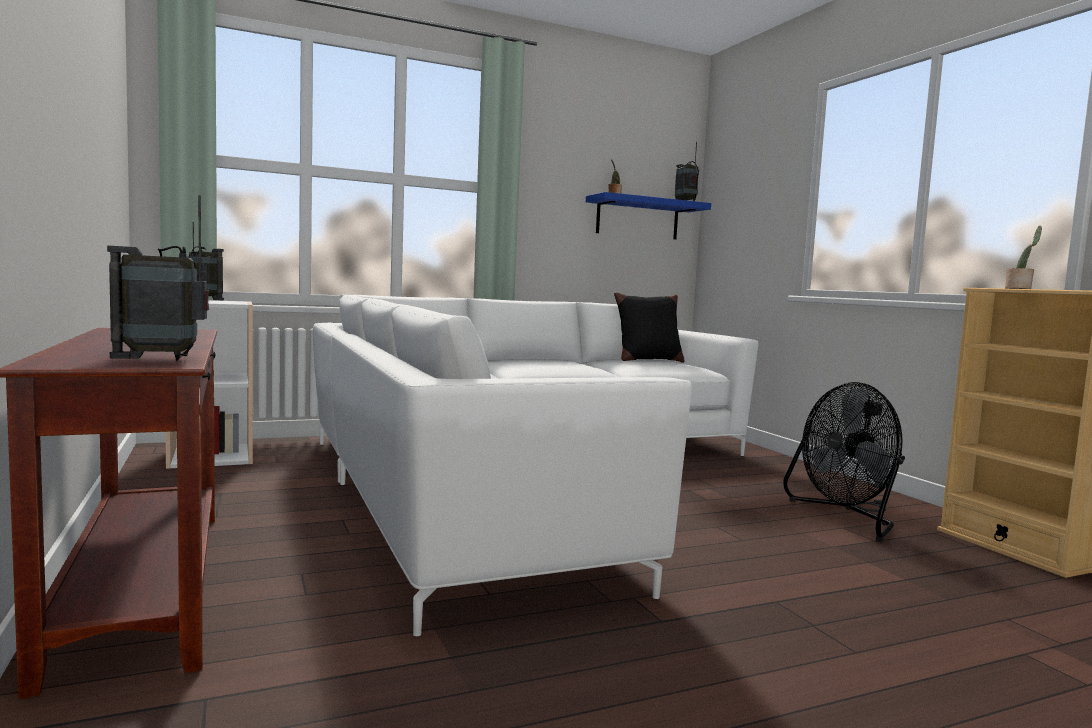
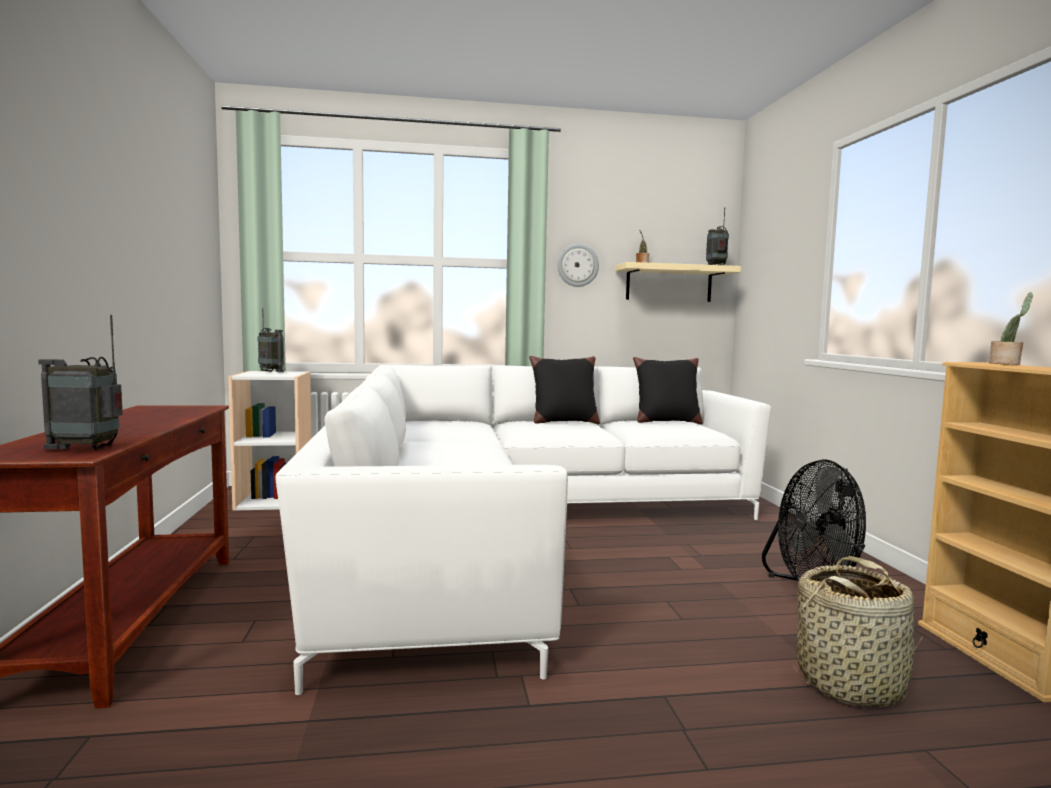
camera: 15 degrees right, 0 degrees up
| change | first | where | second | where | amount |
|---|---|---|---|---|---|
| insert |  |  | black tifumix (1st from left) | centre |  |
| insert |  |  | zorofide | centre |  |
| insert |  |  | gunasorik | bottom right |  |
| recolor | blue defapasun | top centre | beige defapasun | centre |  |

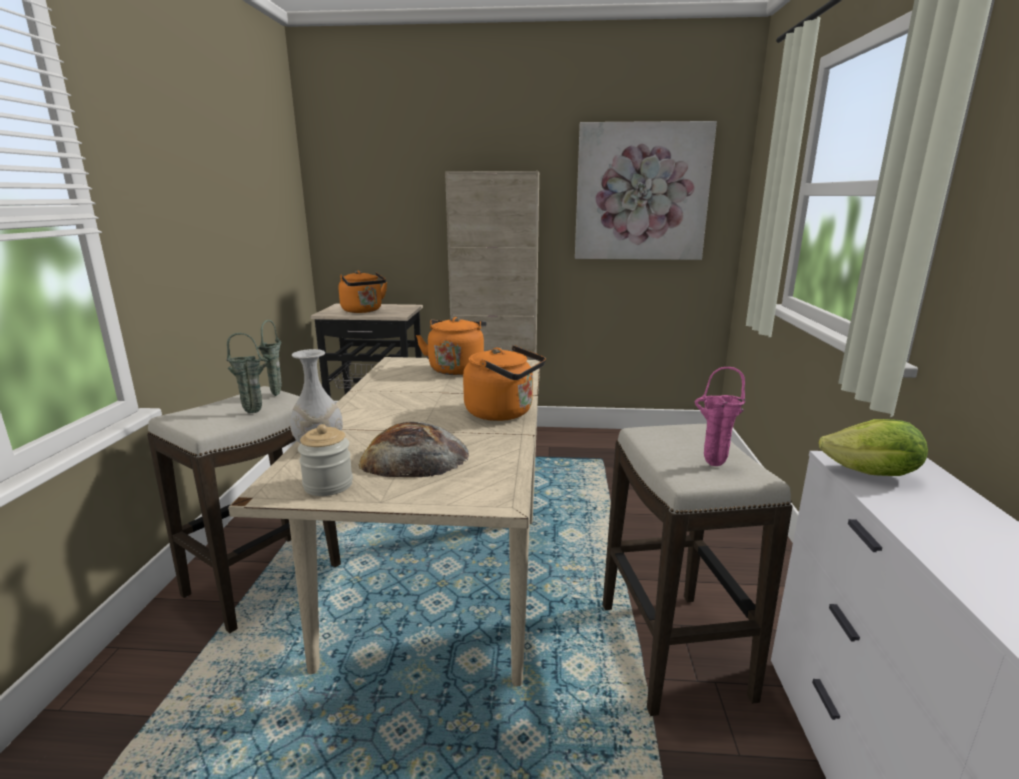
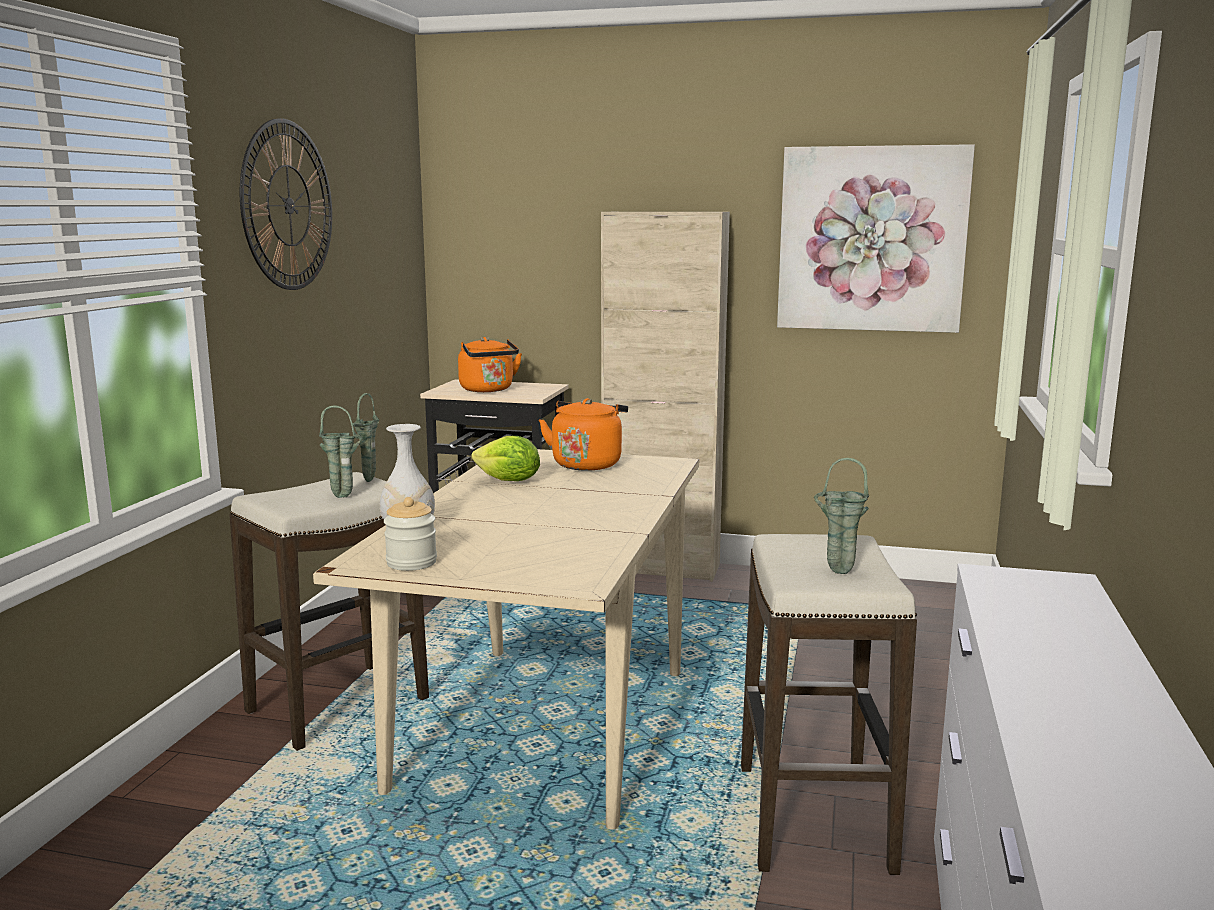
camera: 10 degrees right, 5 degrees down
| change | first | where | second | where | amount |
|---|---|---|---|---|---|
| delete | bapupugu | centre |  |  |  |
| delete | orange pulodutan (3rd from left) | centre |  |  |  |
| insert |  |  | zorofide | top left |  |
| move | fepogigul | middle right |  | centre |  |
| recolor | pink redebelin | middle right | green redebelin (3rd from left) | middle right |  |

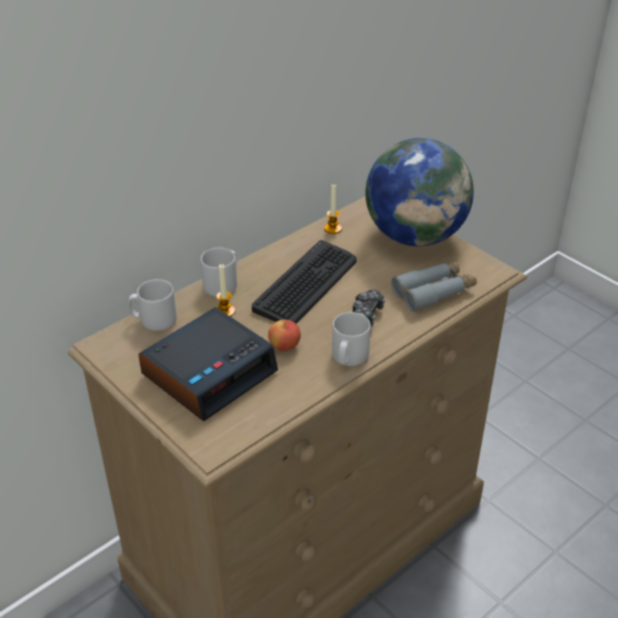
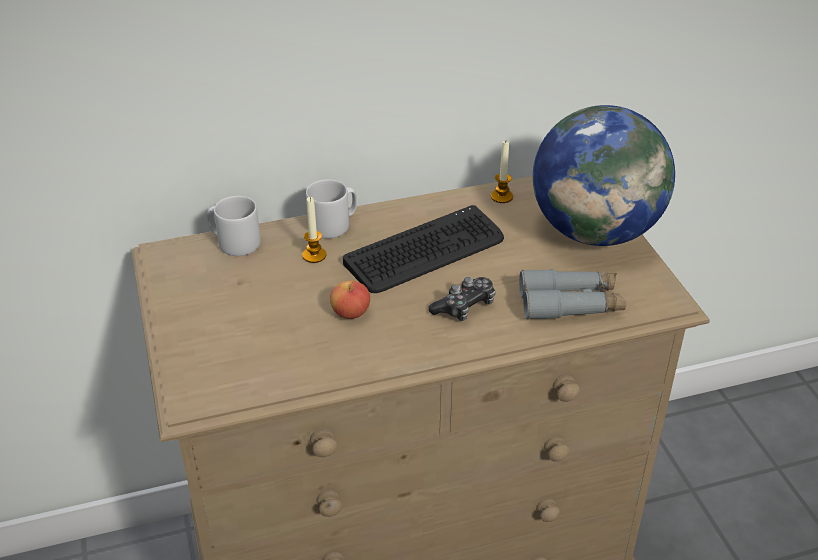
camera: 25 degrees right, 0 degrees up
| change | first | where | second | where | amount |
|---|---|---|---|---|---|
| delete | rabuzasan | centre |  |  |  |
| delete | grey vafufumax (3rd from left) | centre |  |  |  |

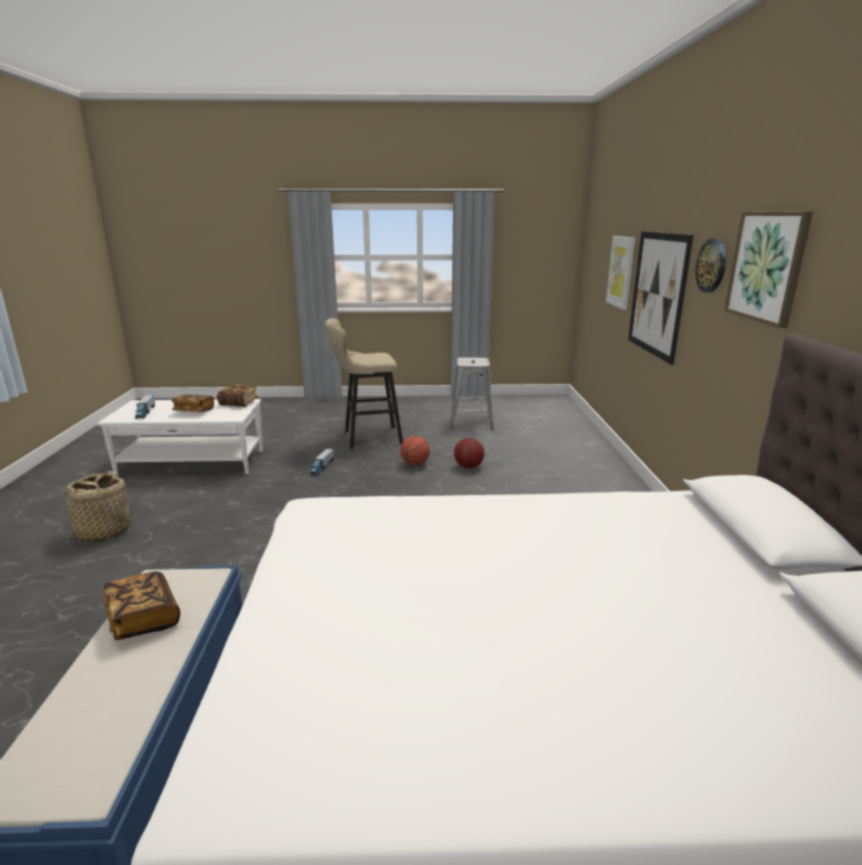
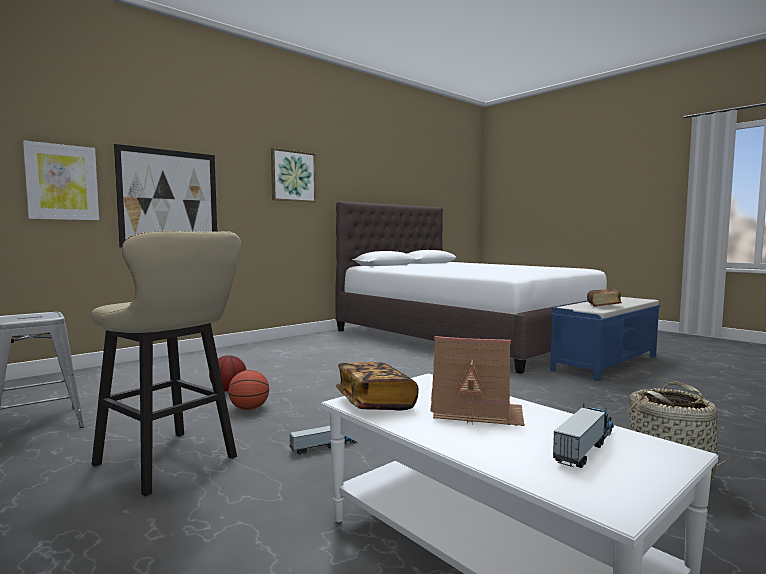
camera: 130 degrees left, 15 degrees down
| change | first | where | second | where | amount |
|---|---|---|---|---|---|
| delete | zorofide | top right |  |  |  |
| replace | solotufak (2nd from left) | middle left | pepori | centre |  |

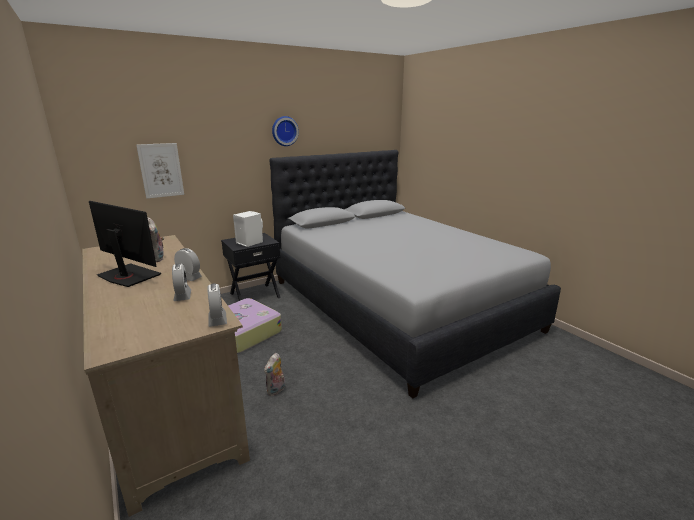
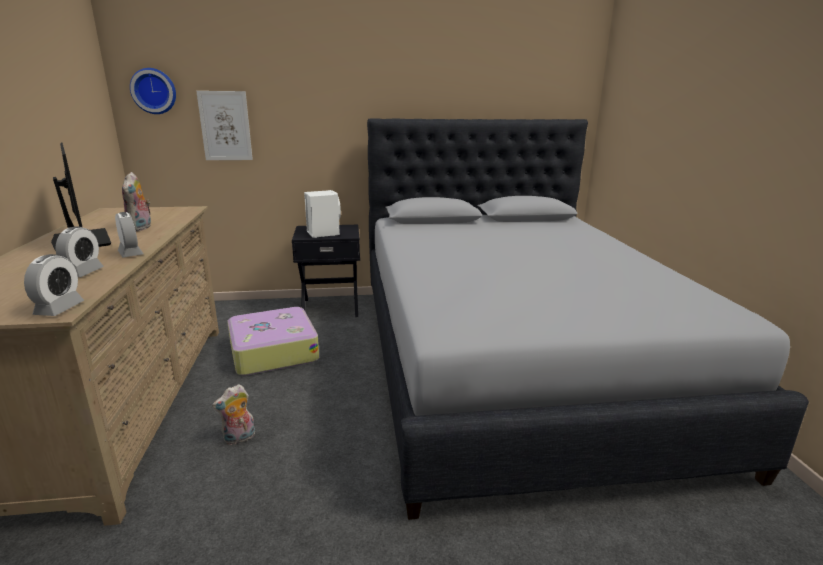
camera: 25 degrees right, 0 degrees up
| change | first | where | second | where | amount |
|---|---|---|---|---|---|
| move | zorofide | top centre |  | top left |  |

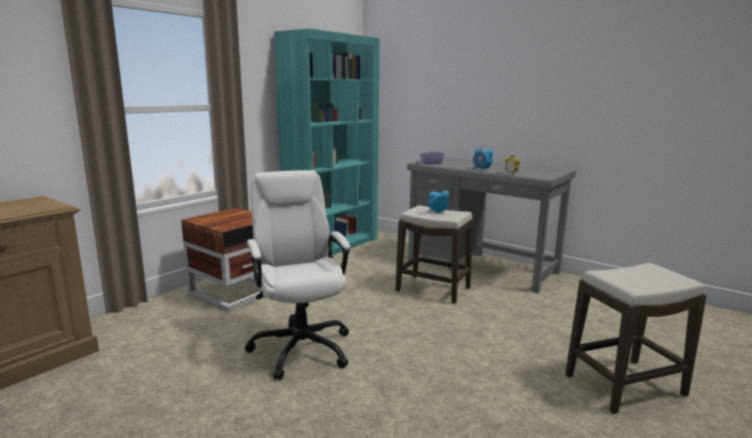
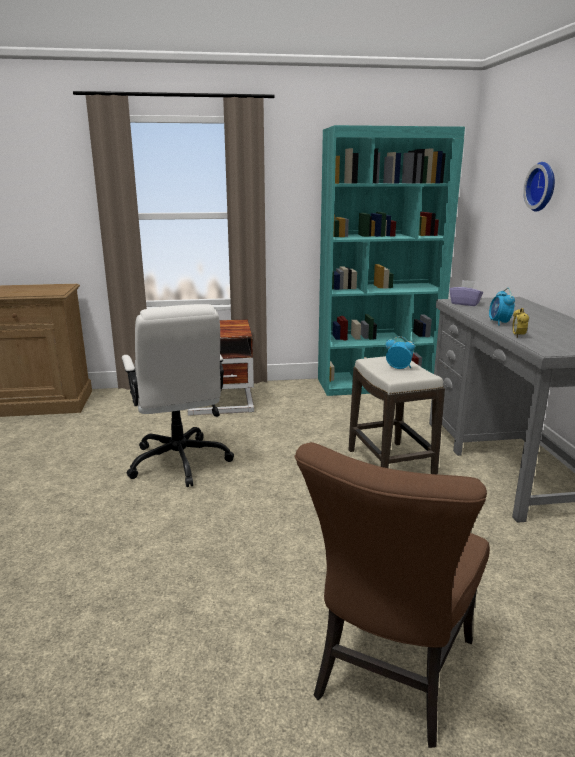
camera: 45 degrees right, 5 degrees up
| change | first | where | second | where | amount |
|---|---|---|---|---|---|
| insert |  |  | zorofide | top right |  |
| replace | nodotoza (2nd from left) | bottom right | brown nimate | bottom right |  |
| rotate | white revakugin | centre |  | middle left | 135 degrees clockwise |

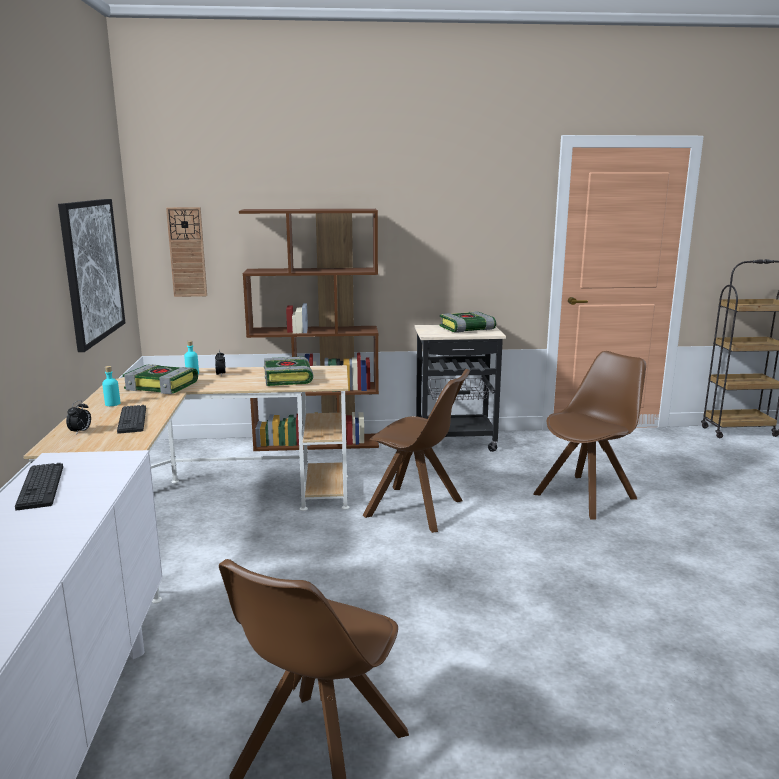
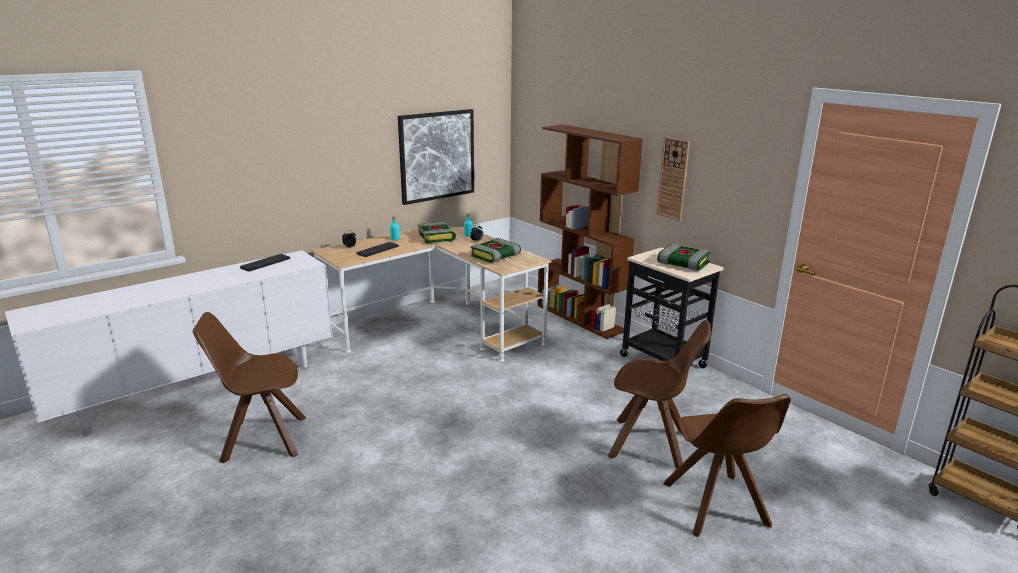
camera: 55 degrees right, 5 degrees up
| change | first | where | second | where | amount |
|---|---|---|---|---|---|
| move | zorofide | top left |  | top centre |  |
| move | brown nimate (2nd from left in the first image) | centre | brown nimate (3rd from left) | bottom right |  |

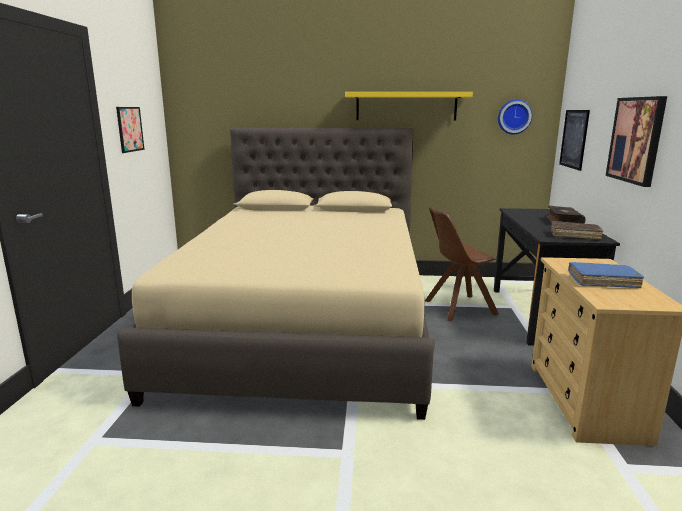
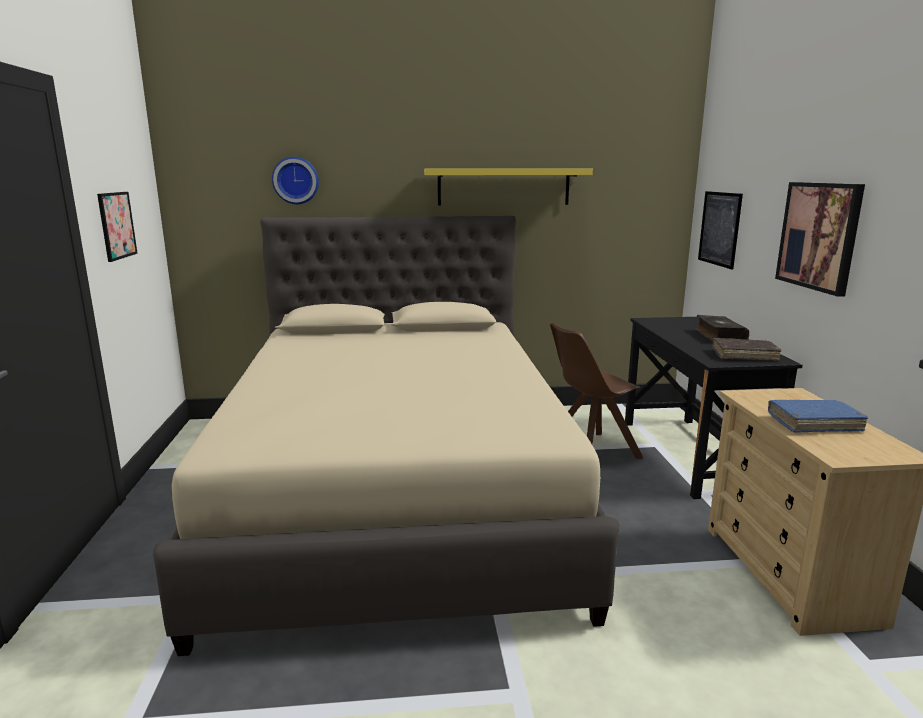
camera: 10 degrees left, 0 degrees up
| change | first | where | second | where | amount |
|---|---|---|---|---|---|
| move | zorofide | top right |  | top left |  |

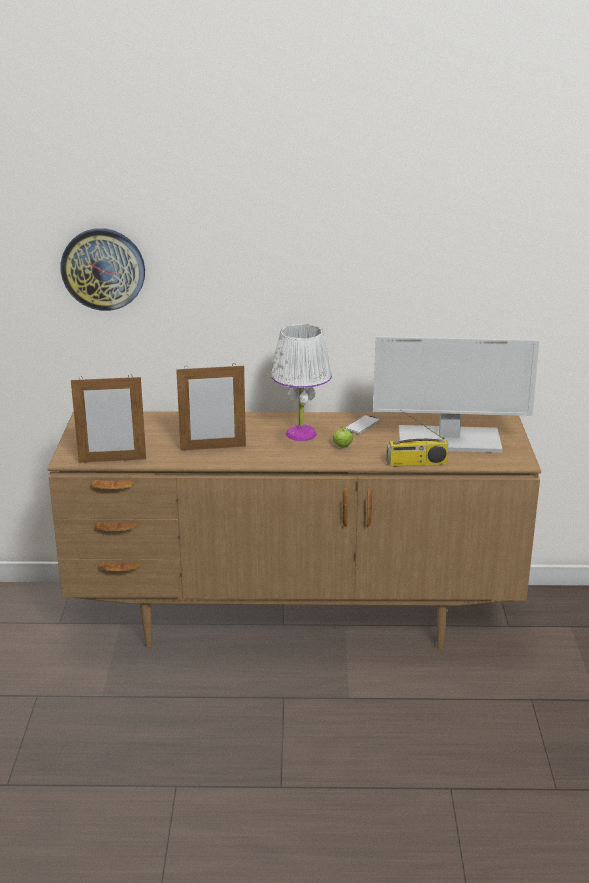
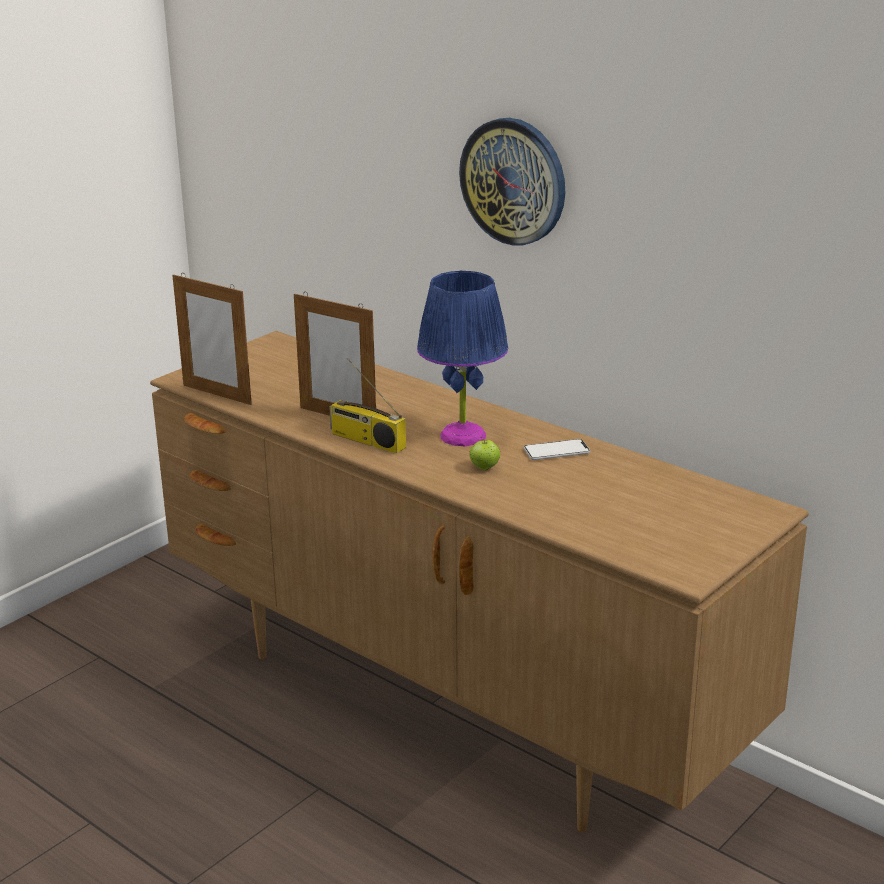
camera: 40 degrees right, 0 degrees up
| change | first | where | second | where | amount |
|---|---|---|---|---|---|
| delete | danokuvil | middle right |  |  |  |
| move | zorofide | top left |  | top centre |  |
| move | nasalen | middle right |  | centre |  |
| recolor | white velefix | centre | blue velefix | centre |  |

